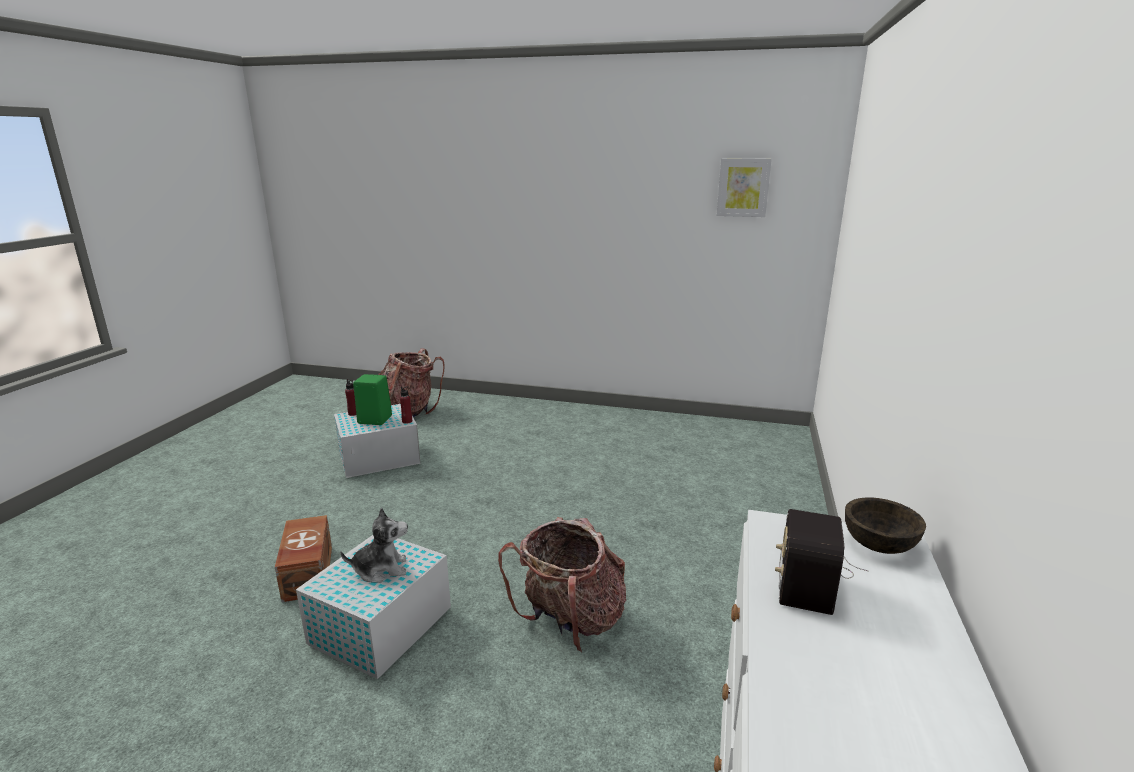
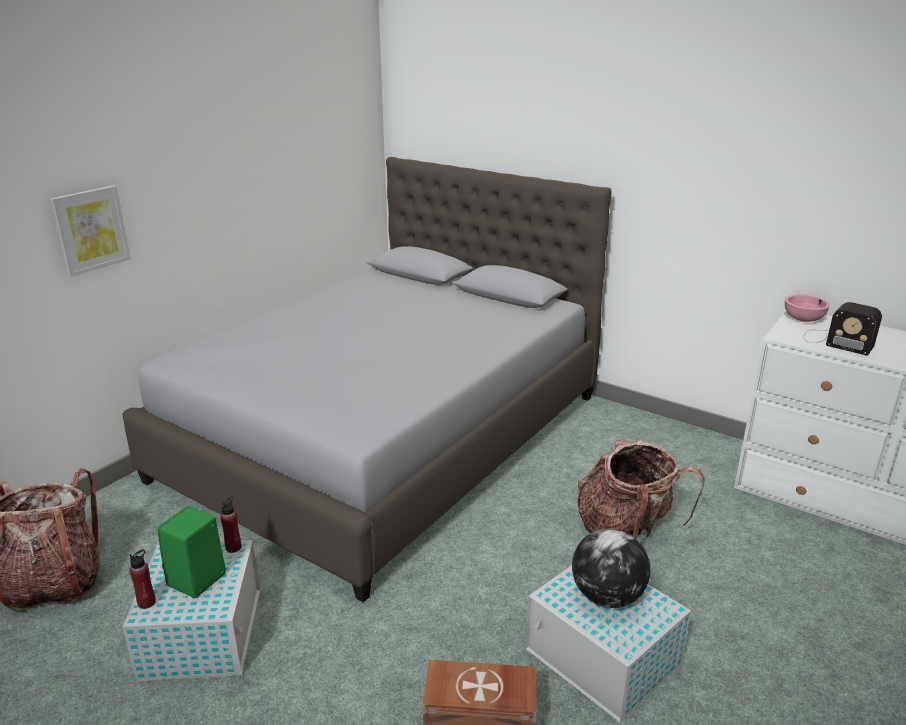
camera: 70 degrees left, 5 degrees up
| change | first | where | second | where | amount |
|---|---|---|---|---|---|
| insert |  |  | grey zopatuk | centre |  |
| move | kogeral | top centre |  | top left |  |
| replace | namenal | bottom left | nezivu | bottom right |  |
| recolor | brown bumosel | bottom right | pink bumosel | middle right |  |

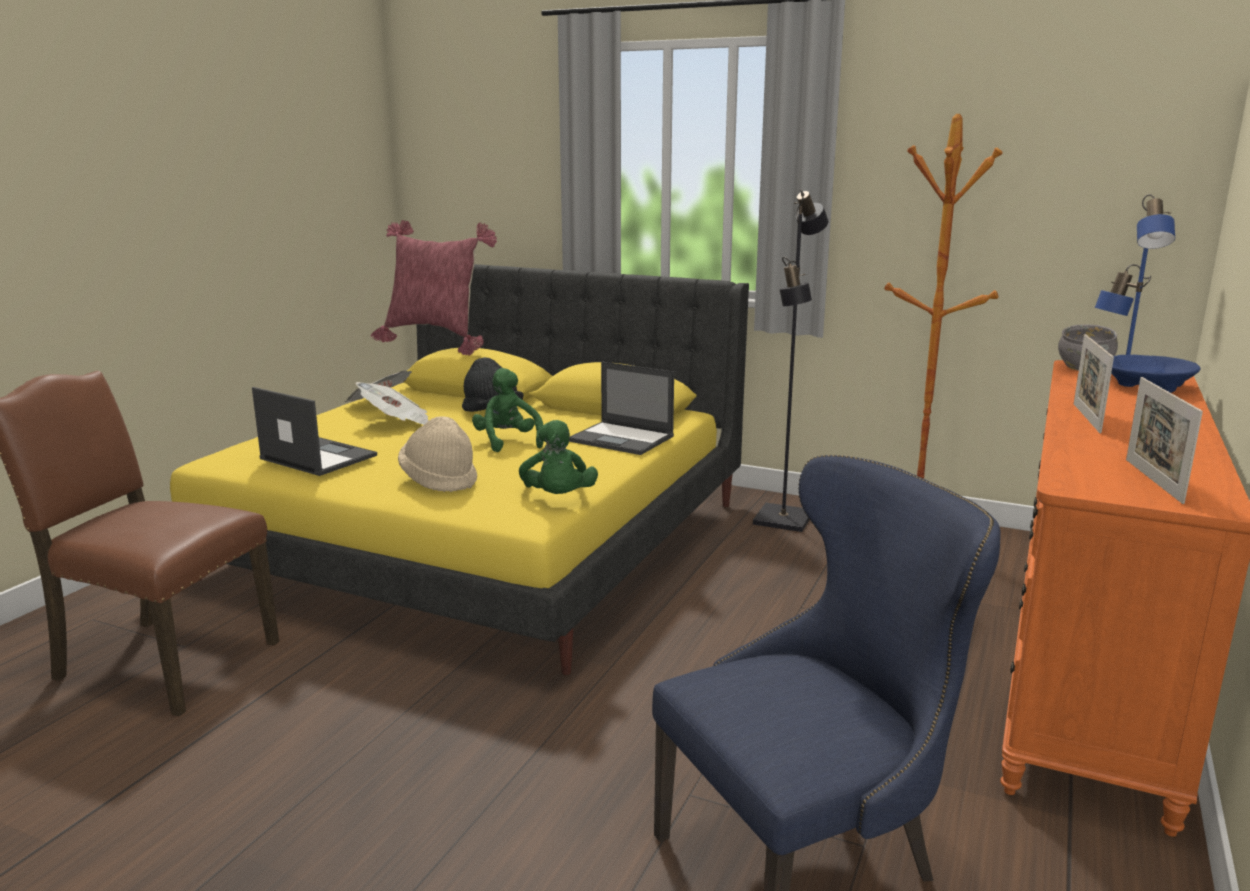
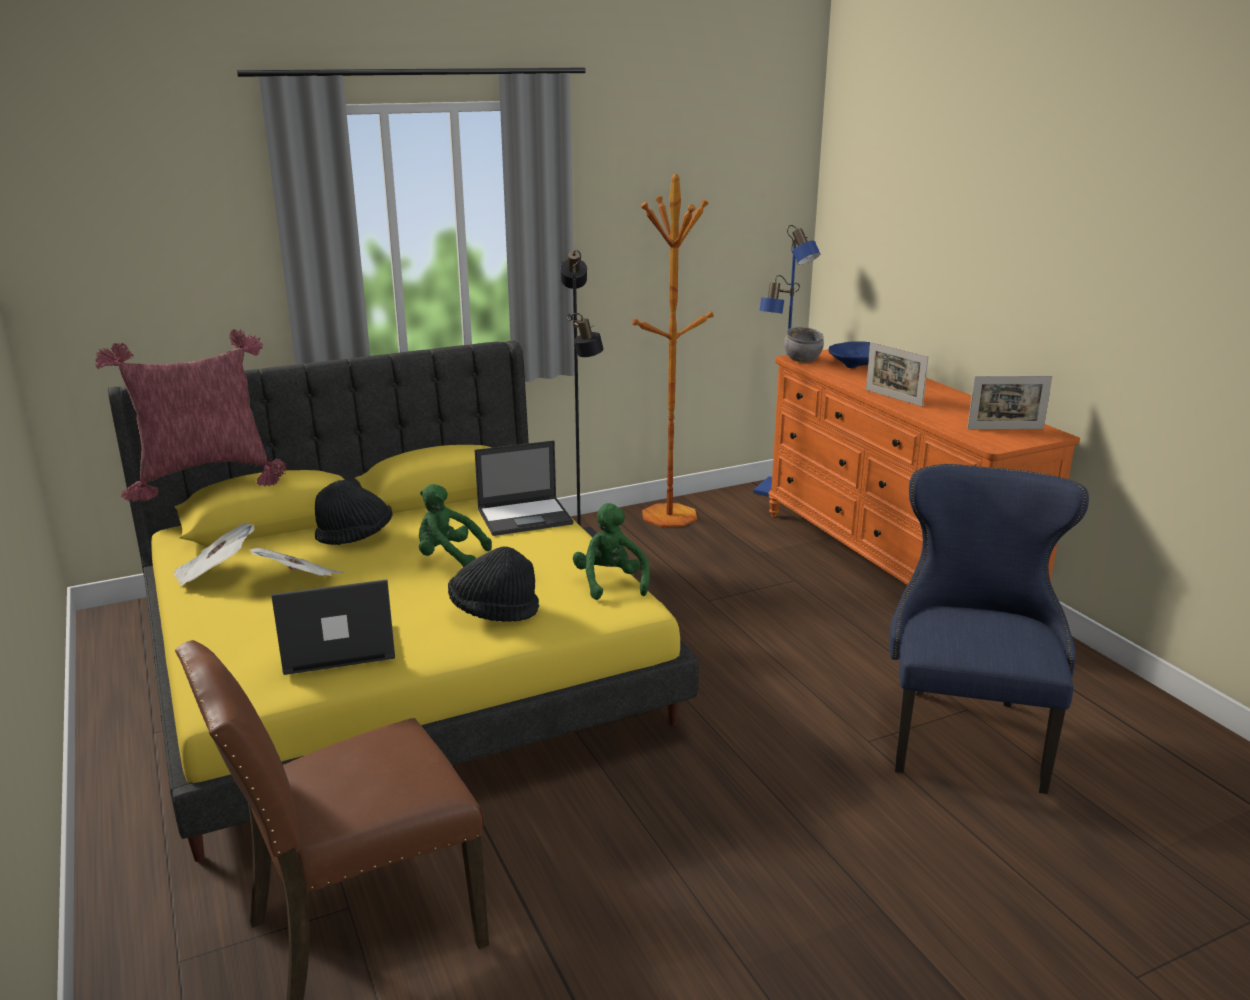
camera: 50 degrees left, 5 degrees up
| change | first | where | second | where | amount |
|---|---|---|---|---|---|
| recolor | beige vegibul | centre | black vegibul (2nd from left) | centre |  |
| rotate | green namenal (2nd from left) | centre |  | centre | 135 degrees counterclockwise |
| rotate | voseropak (2nd from left) | middle right |  | middle right | 45 degrees counterclockwise |

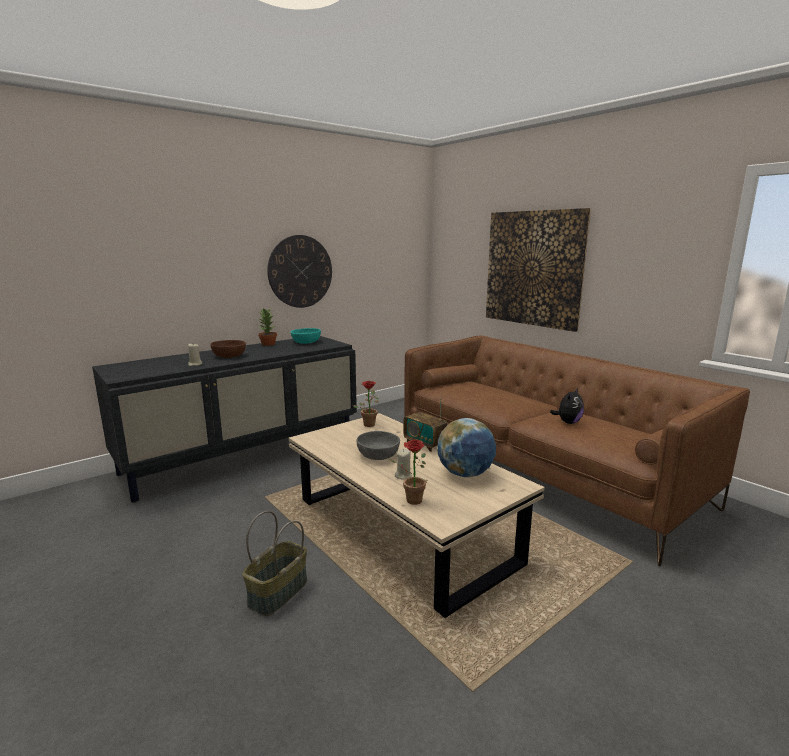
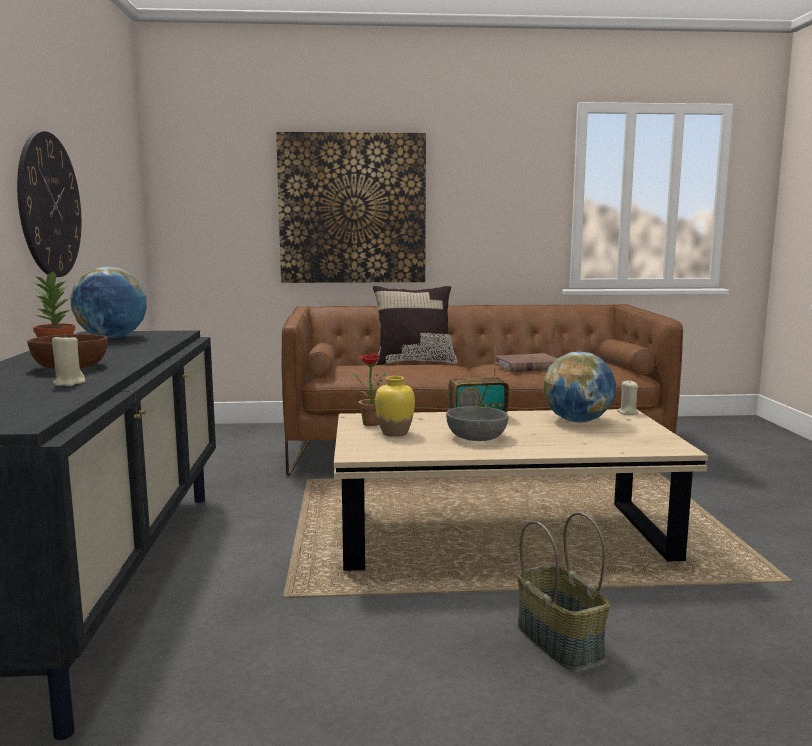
camera: 55 degrees left, 5 degrees down
| change | first | where | second | where | amount |
|---|---|---|---|---|---|
| delete | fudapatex (3rd from left) | centre |  |  |  |
| insert |  |  | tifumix | centre |  |
| insert |  |  | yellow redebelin | centre |  |
| move | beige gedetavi (2nd from left) | centre |  | middle right |  |
| replace | turquoise bumosel | centre | nezivu (1st from left) | middle left |  |
| replace | namenal | middle right | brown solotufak | centre |  |

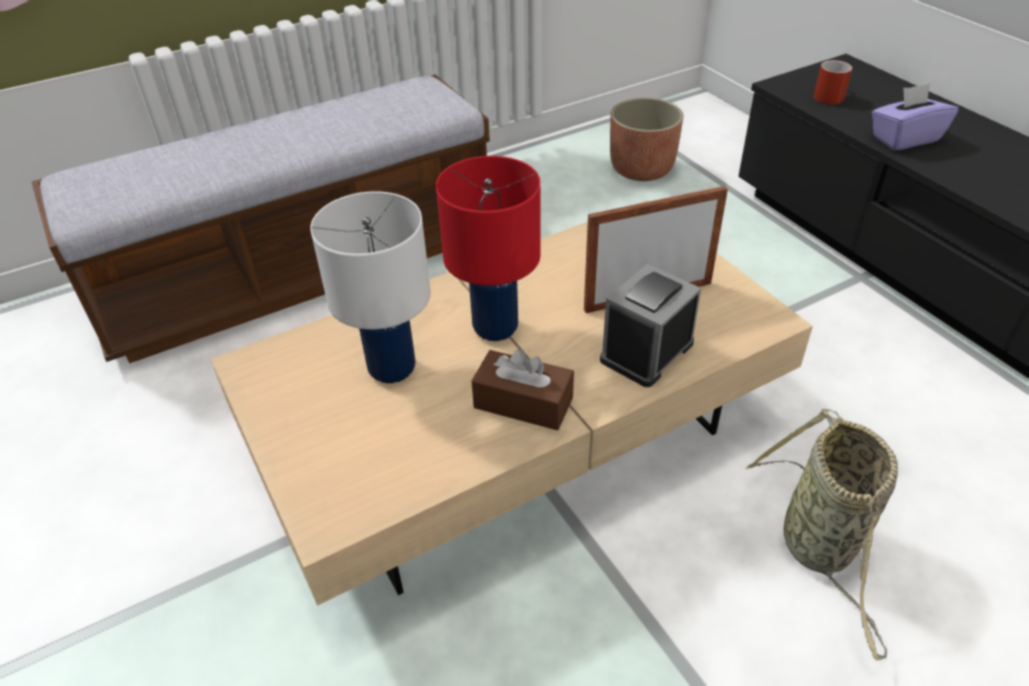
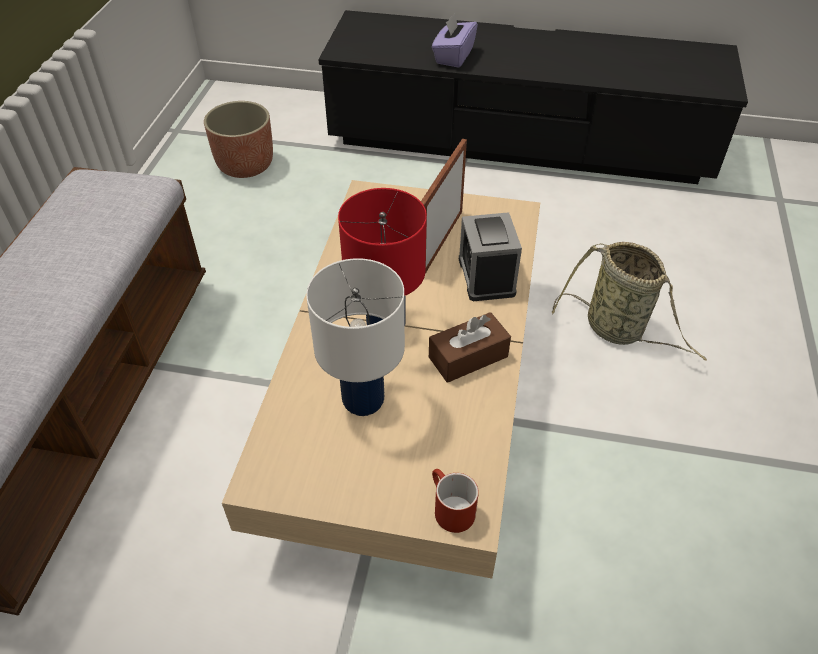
camera: 50 degrees left, 5 degrees up
| change | first | where | second | where | amount |
|---|---|---|---|---|---|
| move | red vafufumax | top right |  | bottom centre |  |

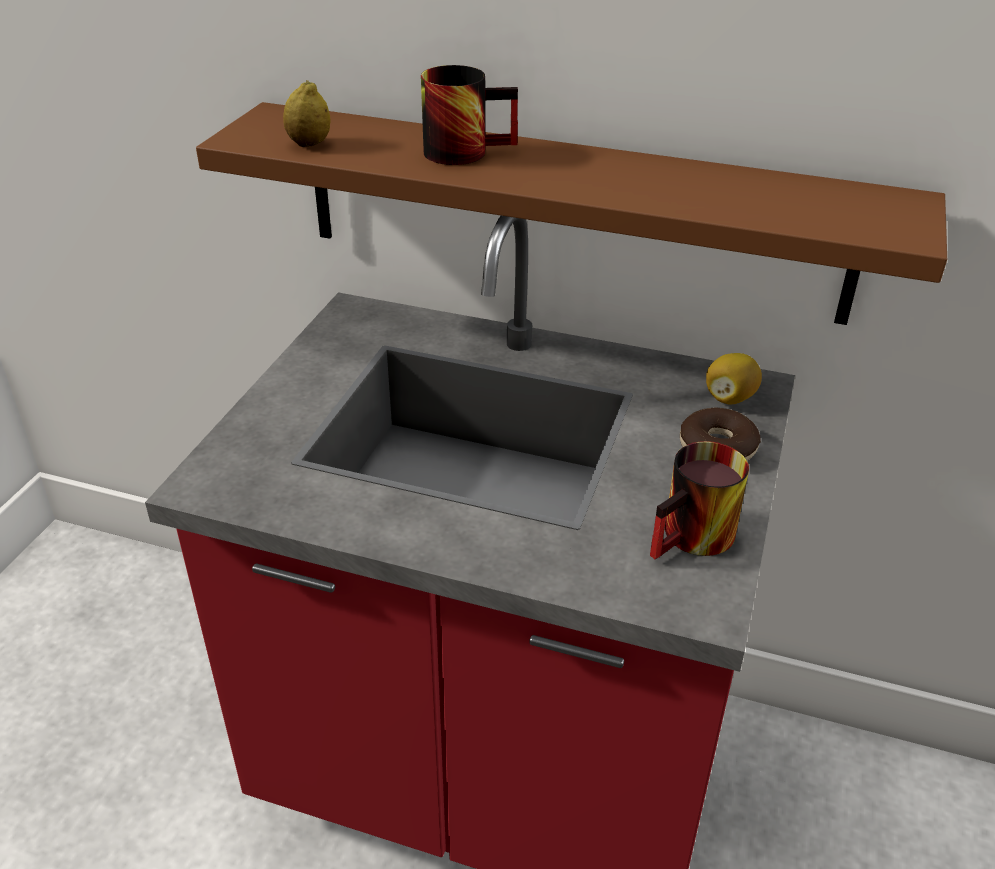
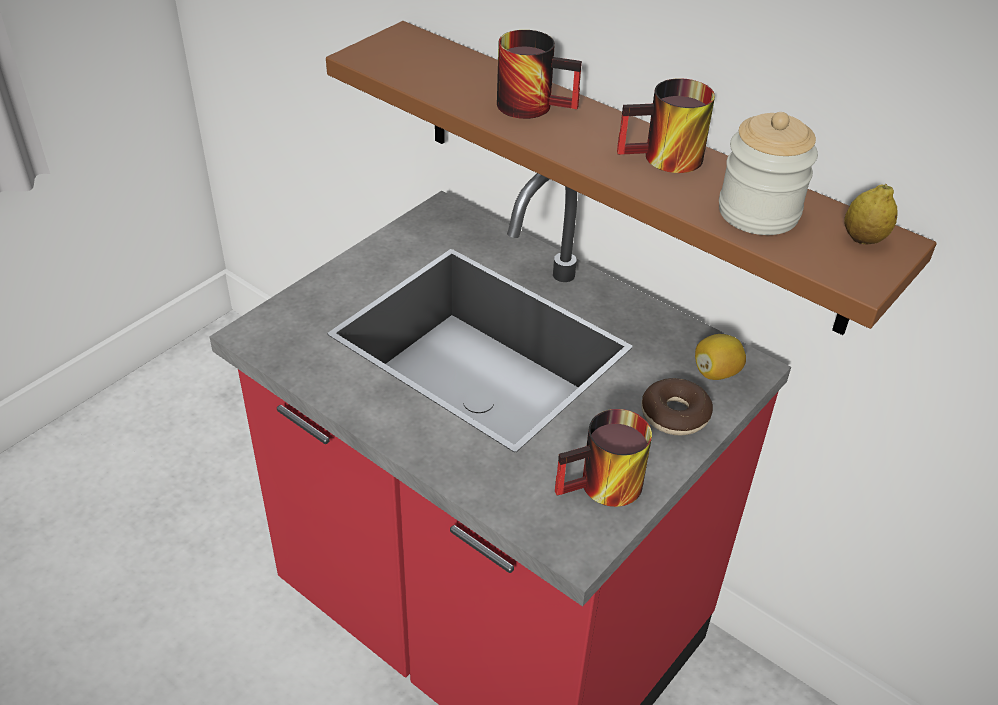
camera: 20 degrees right, 5 degrees up
| change | first | where | second | where | amount |
|---|---|---|---|---|---|
| insert |  |  | vafufumax (3rd from left) | top right |  |
| insert |  |  | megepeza | top right |  |
| move | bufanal (1st from left in the first image) | top left | bufanal (2nd from left) | top right |  |

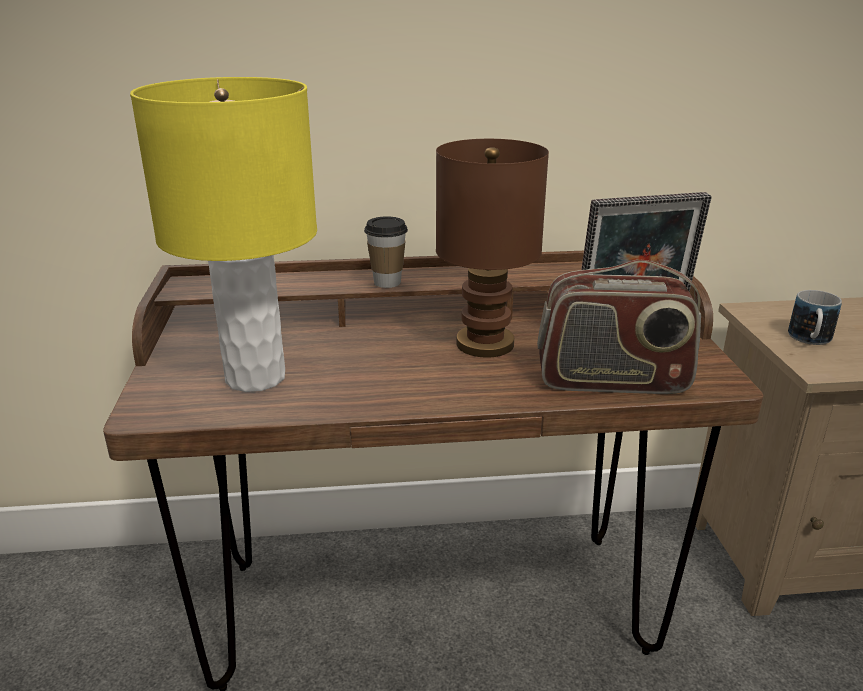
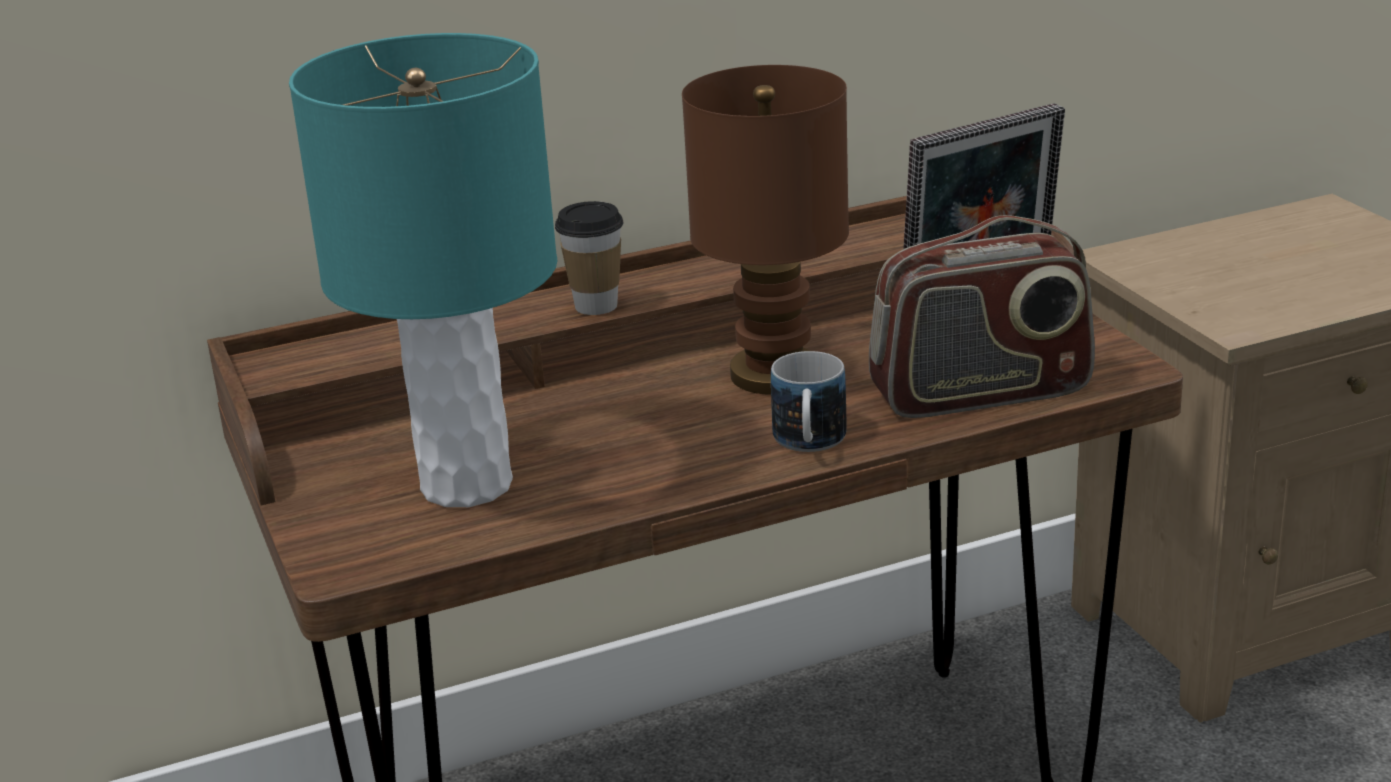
camera: 15 degrees left, 0 degrees up
| change | first | where | second | where | amount |
|---|---|---|---|---|---|
| move | vafufumax | middle right |  | centre |  |
| recolor | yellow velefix | middle left | turquoise velefix | middle left |  |

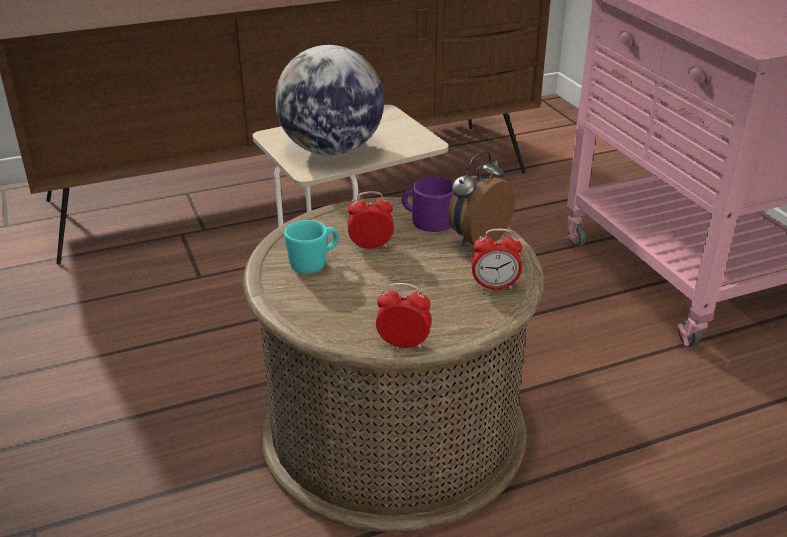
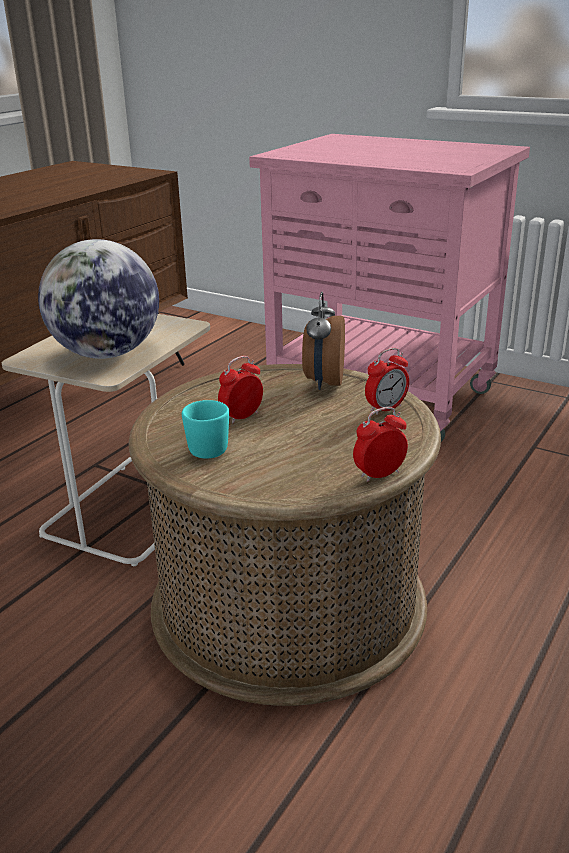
camera: 35 degrees left, 5 degrees down
| change | first | where | second | where | amount |
|---|---|---|---|---|---|
| delete | purple vafufumax | centre |  |  |  |

